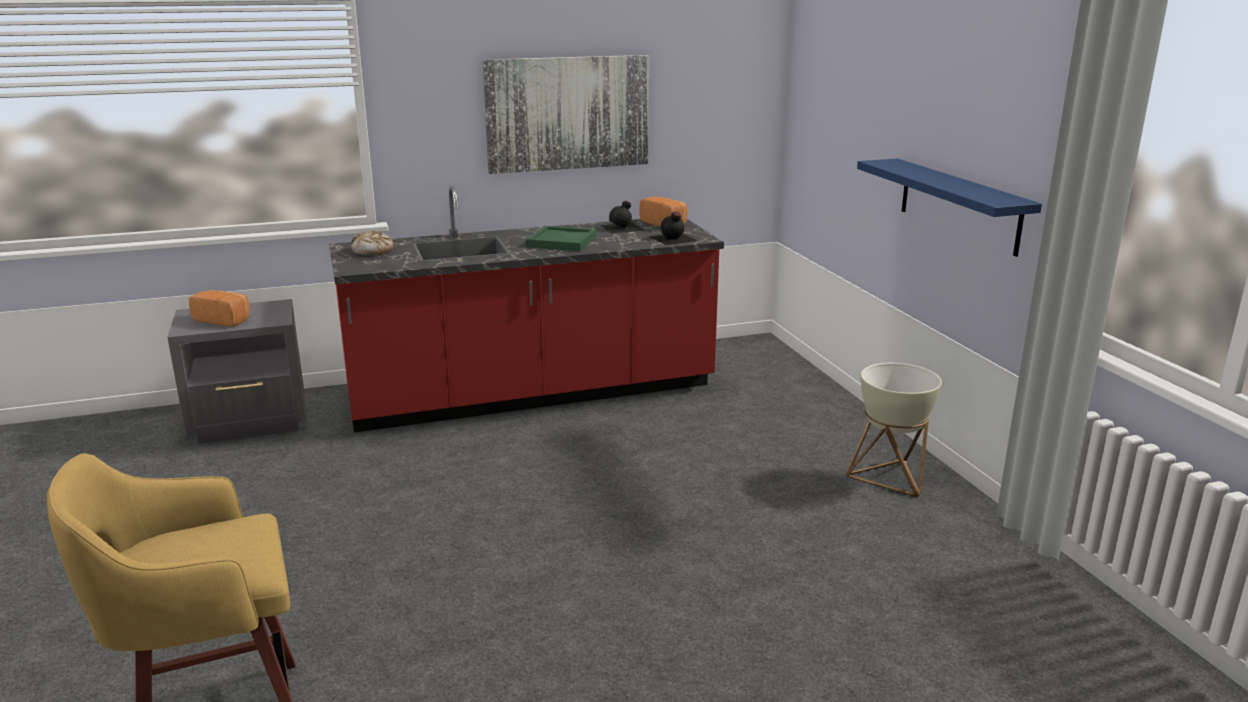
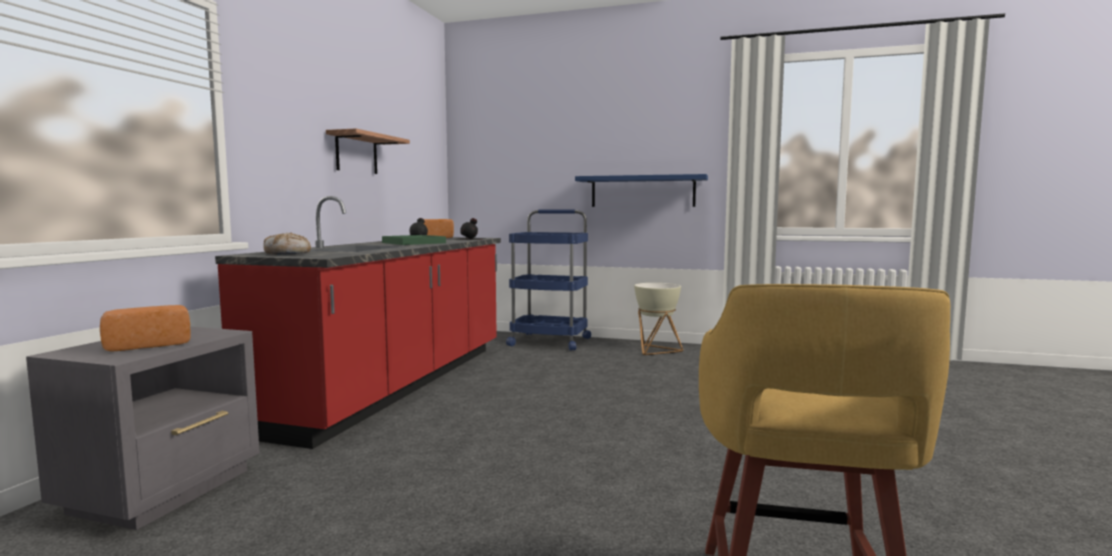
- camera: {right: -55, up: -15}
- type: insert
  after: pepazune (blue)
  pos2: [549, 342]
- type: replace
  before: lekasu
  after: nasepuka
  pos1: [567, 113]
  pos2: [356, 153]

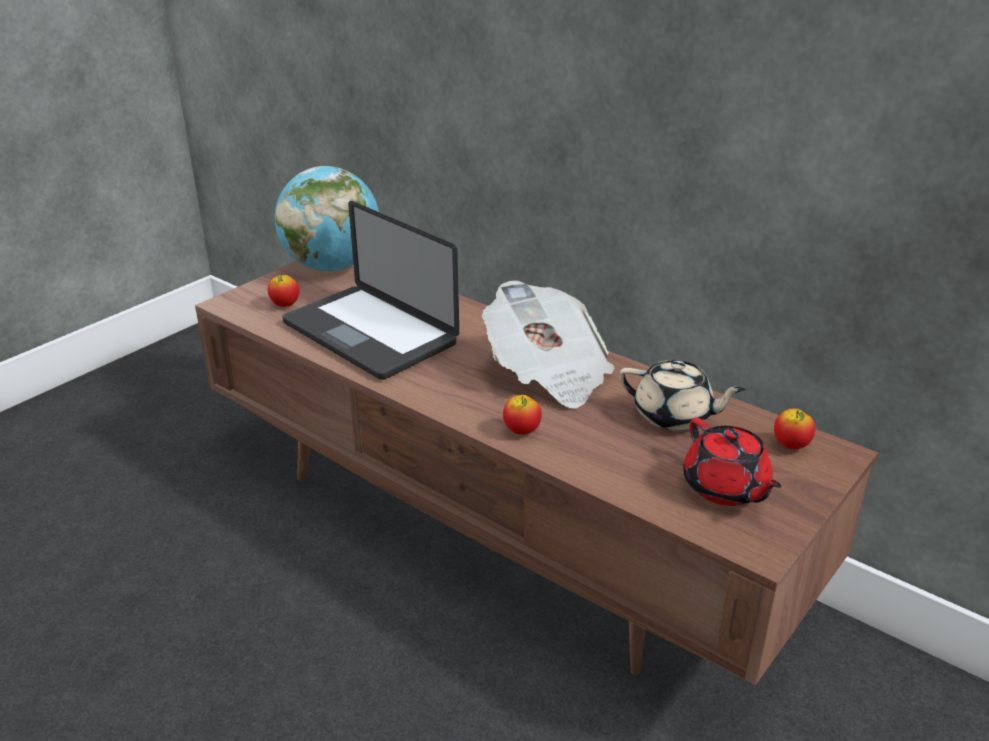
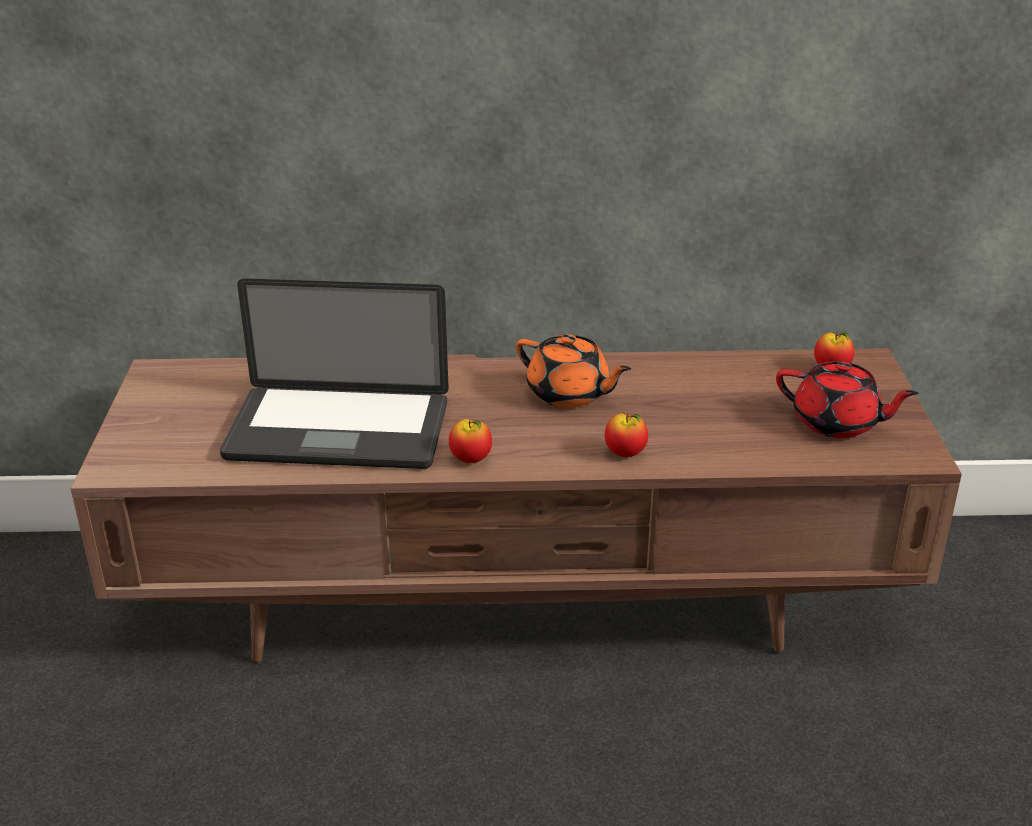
- camera: {right: -40, up: 0}
- type: delete
  before: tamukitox
  pos1: [332, 267]
- type: delete
  before: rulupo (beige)
  pos1: [674, 416]
- type: move
  before: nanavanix
  pos1: [285, 305]
  pos2: [471, 459]
- type: replace
  before: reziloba
  after: rulupo (orange)
  pos1: [548, 373]
  pos2: [569, 394]

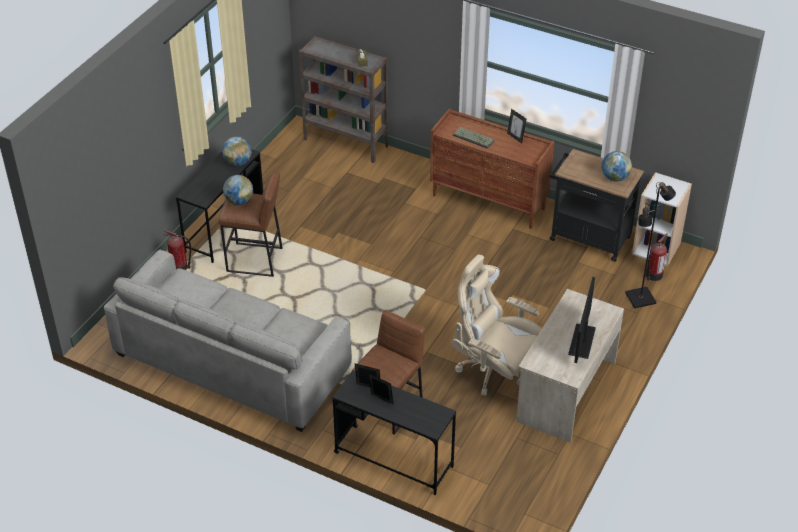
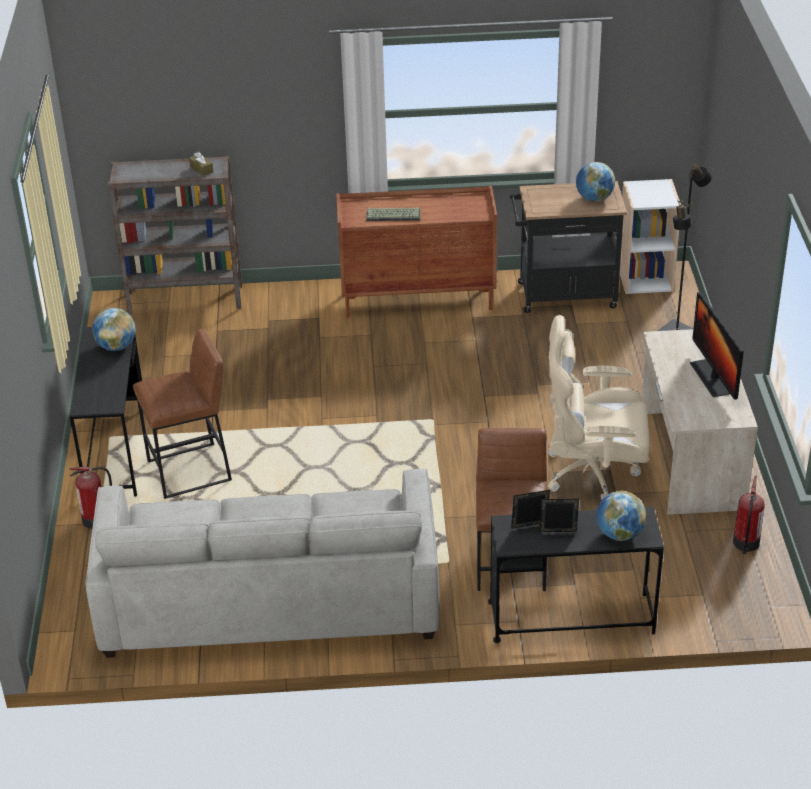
- camera: {right: -30, up: -5}
- type: delete
  before: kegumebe
  pos1: [515, 137]
- type: move
  before: tamukitox
  pos1: [239, 201]
  pos2: [619, 534]
- type: move
  before: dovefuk
  pos1: [653, 275]
  pos2: [746, 543]

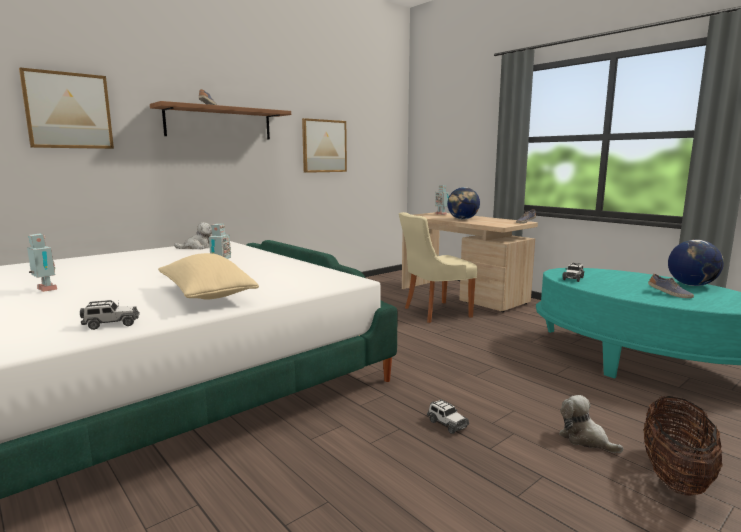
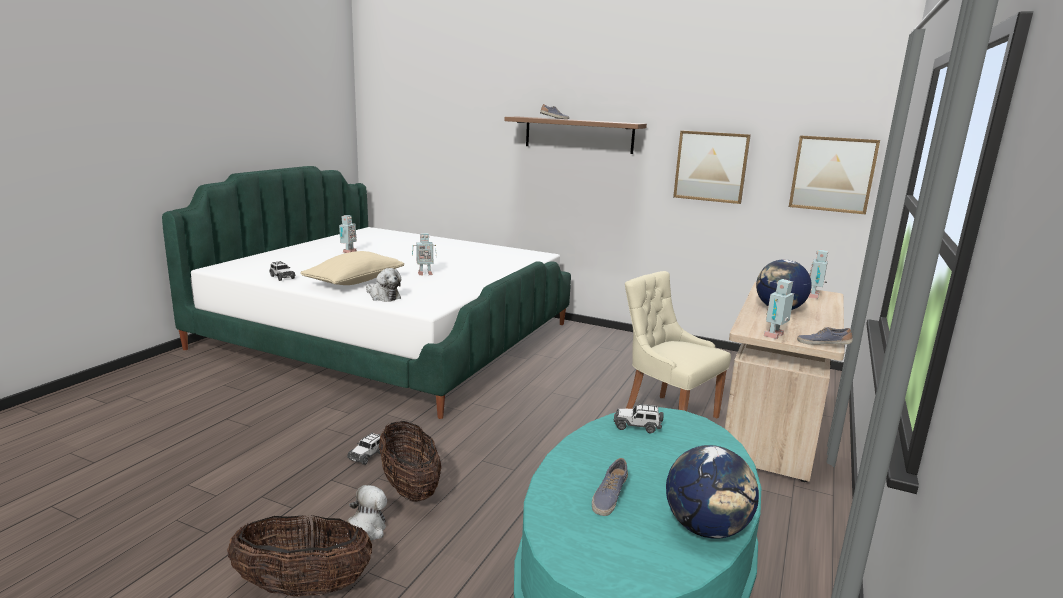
- camera: {right: 65, up: 5}
- type: insert
  after: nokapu
  pos2: [409, 488]
- type: insert
  after: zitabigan
  pos2: [775, 336]
- type: move
  before: lekasu
  pos1: [68, 111]
  pos2: [832, 174]
- type: move
  before: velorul
  pos1: [198, 247]
  pos2: [383, 297]

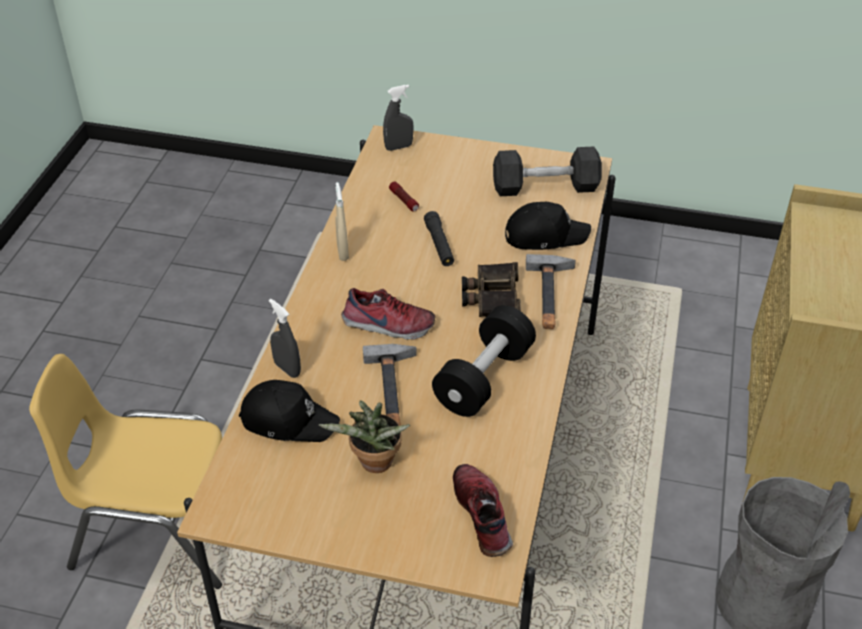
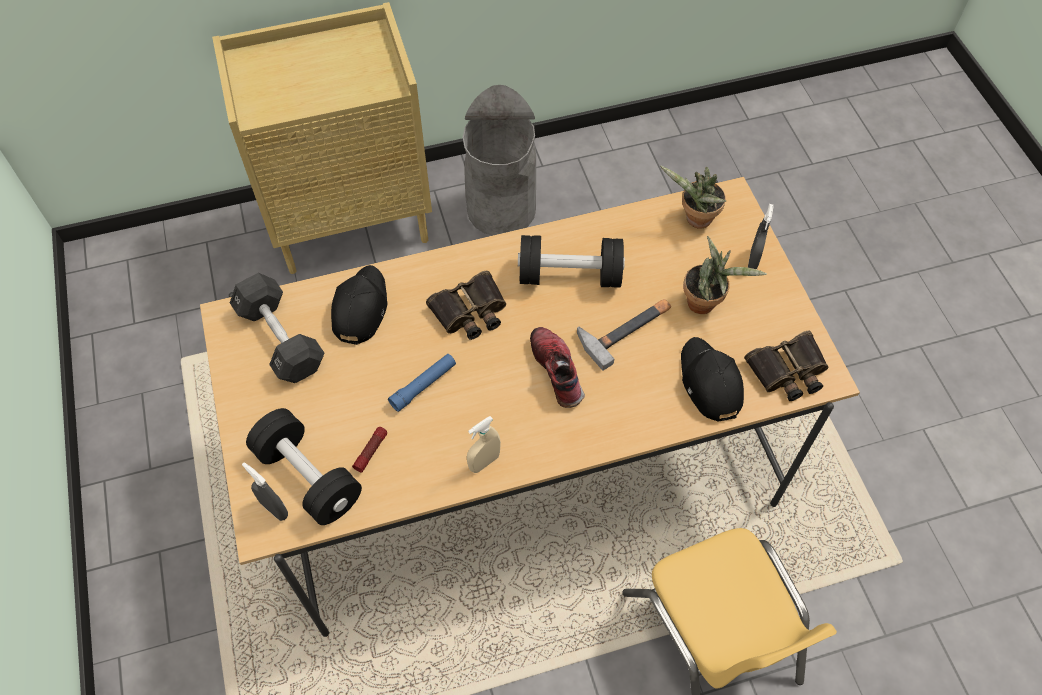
- camera: {right: -120, up: 15}
- type: delete
  before: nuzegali
  pos1: [550, 295]
- type: insert
  after: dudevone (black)
  pos2: [308, 477]
- type: insert
  after: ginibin
  pos2: [788, 372]
- type: move
  before: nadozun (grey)
  pos1: [287, 369]
  pos2: [753, 259]
- type: replace
  before: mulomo
  after: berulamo
  pos1: [483, 515]
  pos2: [695, 220]
- type: recolor
  before: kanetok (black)
  after: kanetok (blue)
  pos1: [439, 245]
  pos2: [423, 385]
- type: rotate
  before: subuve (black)
  pos1: [545, 235]
  pos2: [359, 308]
  turn: 45

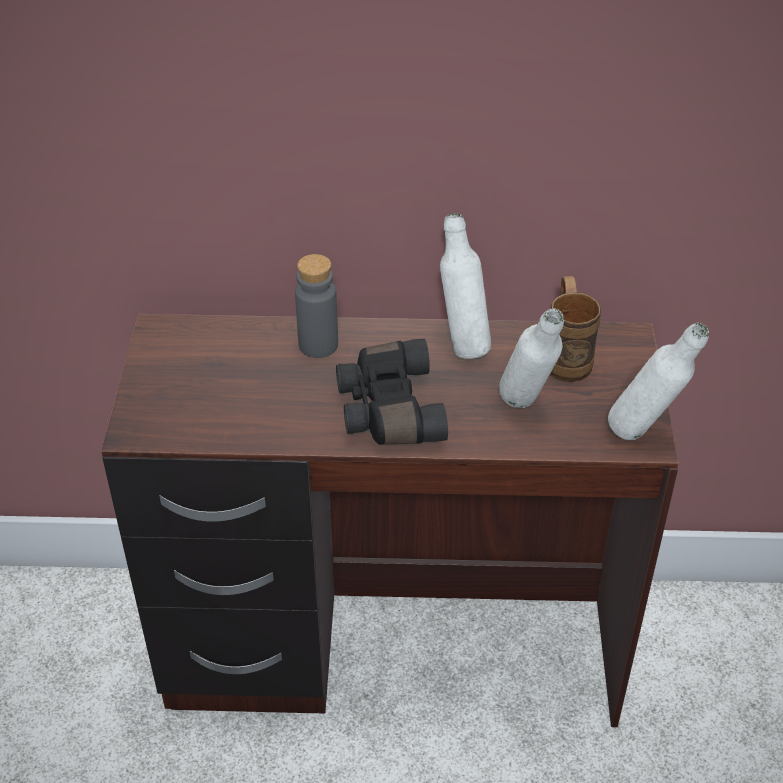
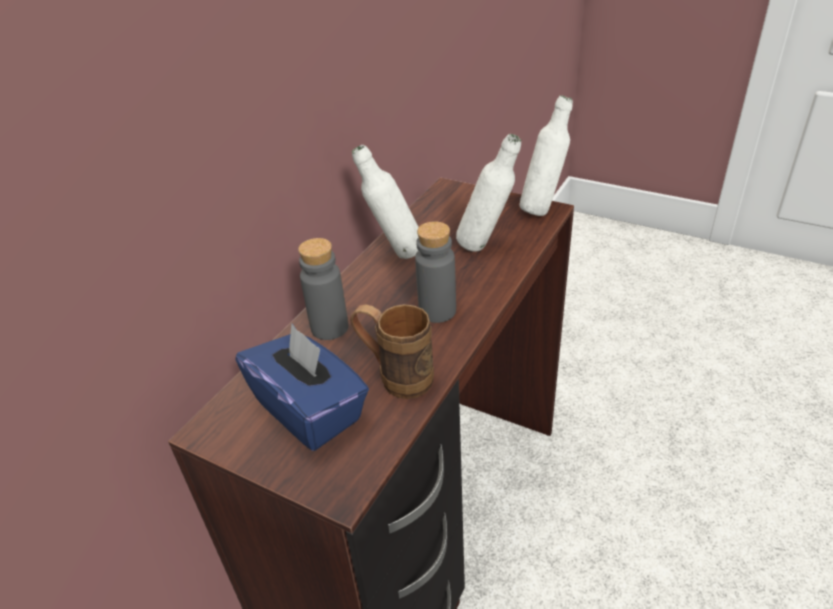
- camera: {right: -60, up: -5}
- type: insert
  after: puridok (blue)
  pos2: [310, 410]
- type: move
  before: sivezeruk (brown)
  pos1: [566, 357]
  pos2: [396, 377]
- type: replace
  before: ginibin (black)
  after: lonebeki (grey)
  pos1: [387, 409]
  pos2: [437, 311]

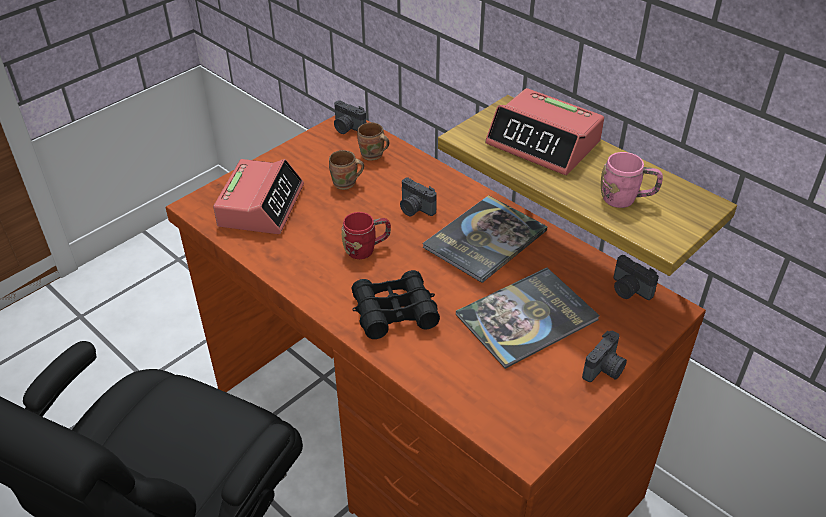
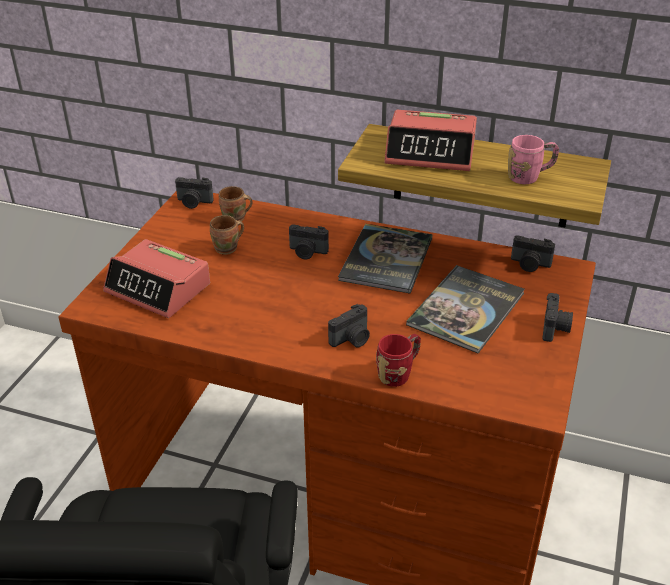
- camera: {right: -25, up: -5}
- type: move
  before: sivezeruk (red)
  pos1: [367, 249]
  pos2: [399, 373]
- type: replace
  before: ginibin (black)
  after: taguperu
  pos1: [394, 312]
  pos2: [352, 339]
- type: rotate
  before: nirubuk
  pos1: [261, 205]
  pos2: [159, 288]
  turn: 135

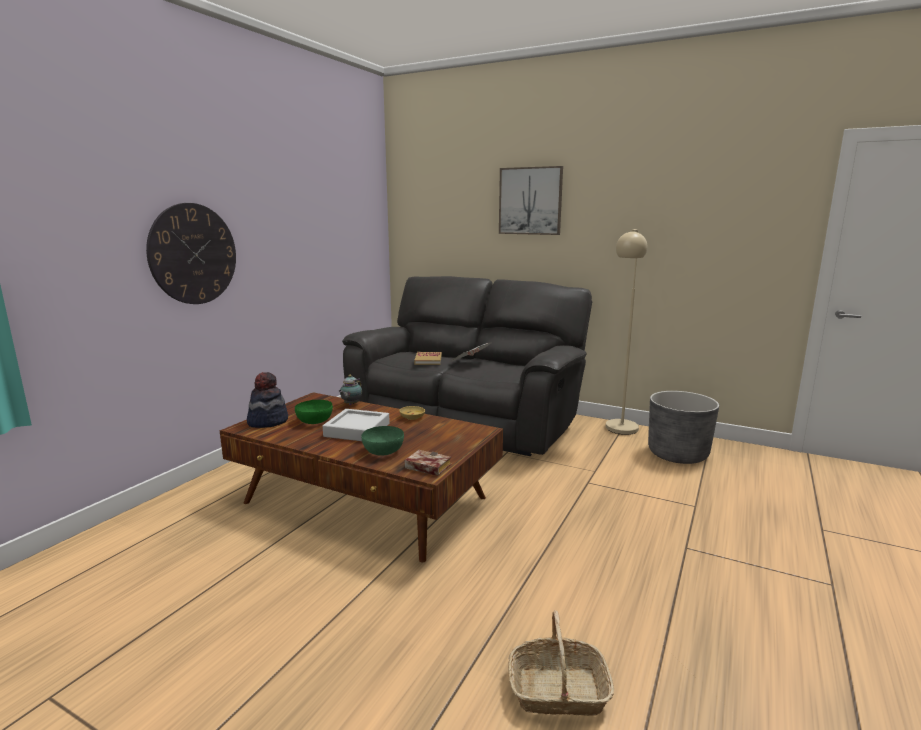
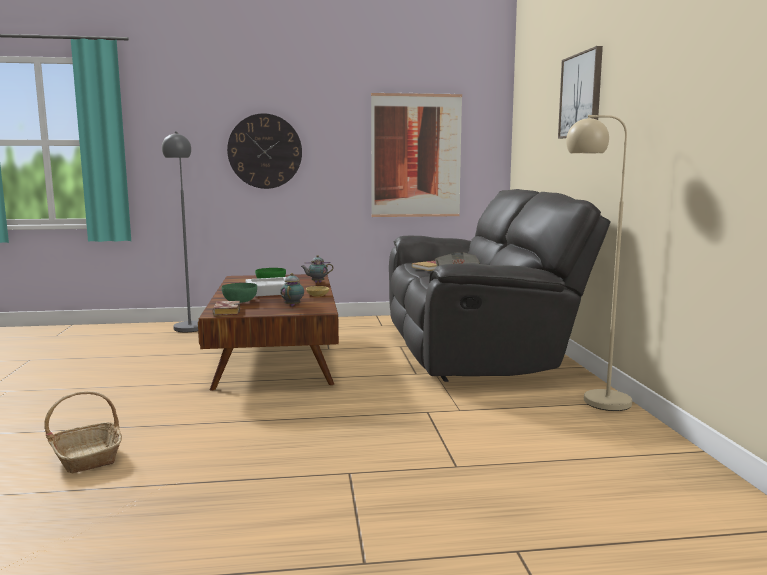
- camera: {right: 55, up: -5}
- type: delete
  before: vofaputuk
  pos1: [267, 421]
- type: delete
  before: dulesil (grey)
  pos1: [677, 454]
- type: insert
  after: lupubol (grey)
  pos2: [189, 331]
- type: insert
  after: rulupo
  pos2: [293, 305]
- type: insert
  after: lekasu
  pos2: [416, 155]

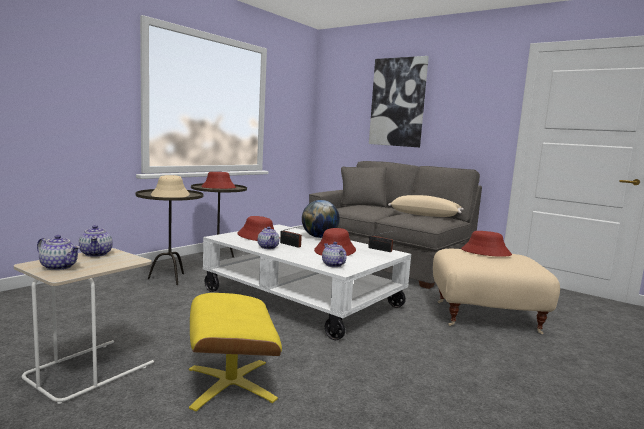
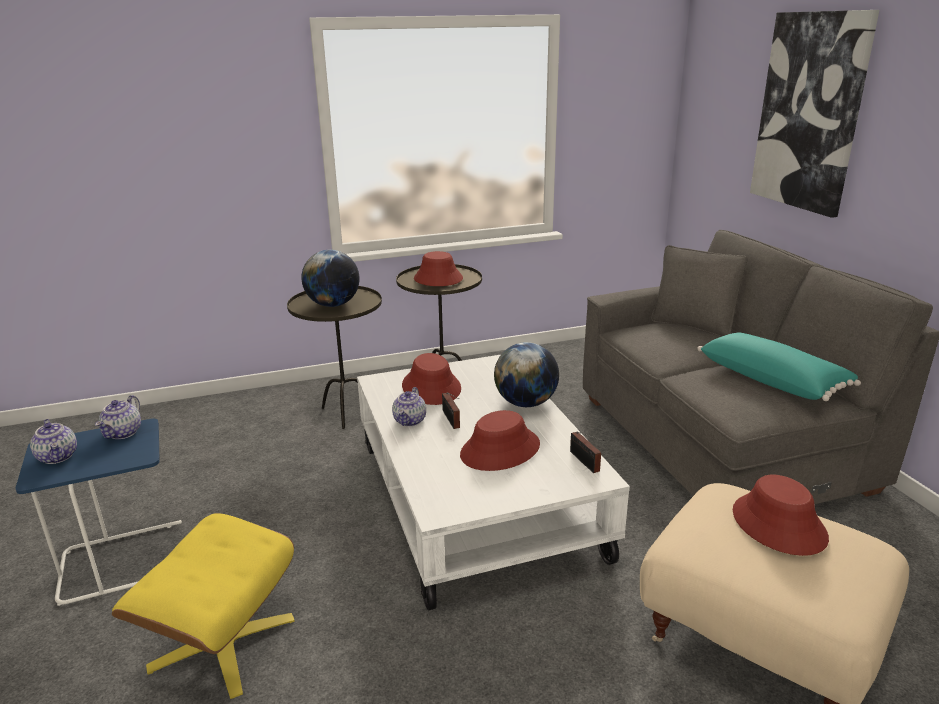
- camera: {right: 35, up: 15}
- type: delete
  before: rulupo
  pos1: [333, 265]
- type: replace
  before: vofaputuk (beige)
  after: tamukitox
  pos1: [170, 195]
  pos2: [333, 304]
- type: recolor
  before: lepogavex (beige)
  after: lepogavex (blue)
  pos1: [89, 369]
  pos2: [125, 561]
- type: recolor
  before: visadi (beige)
  after: visadi (turquoise)
  pos1: [425, 215]
  pos2: [772, 380]

